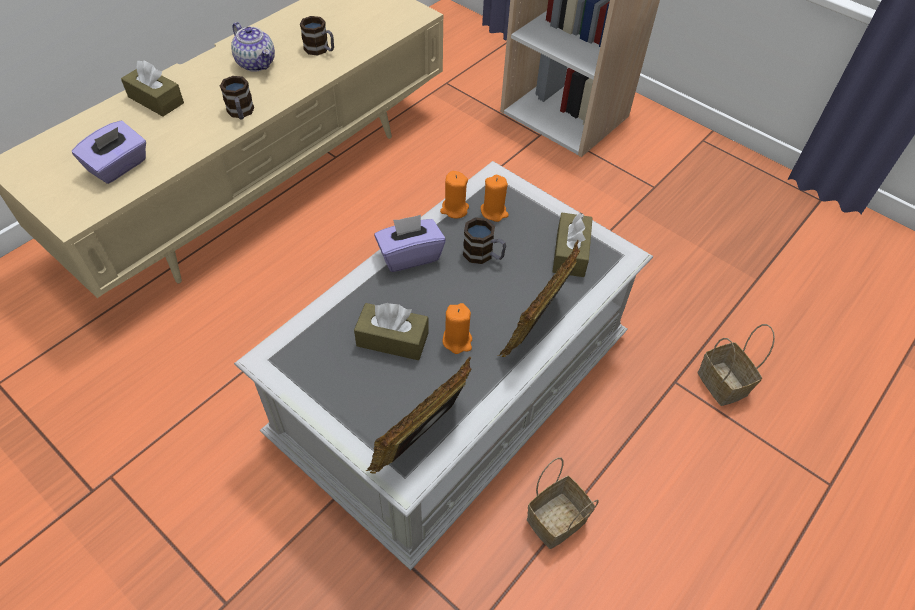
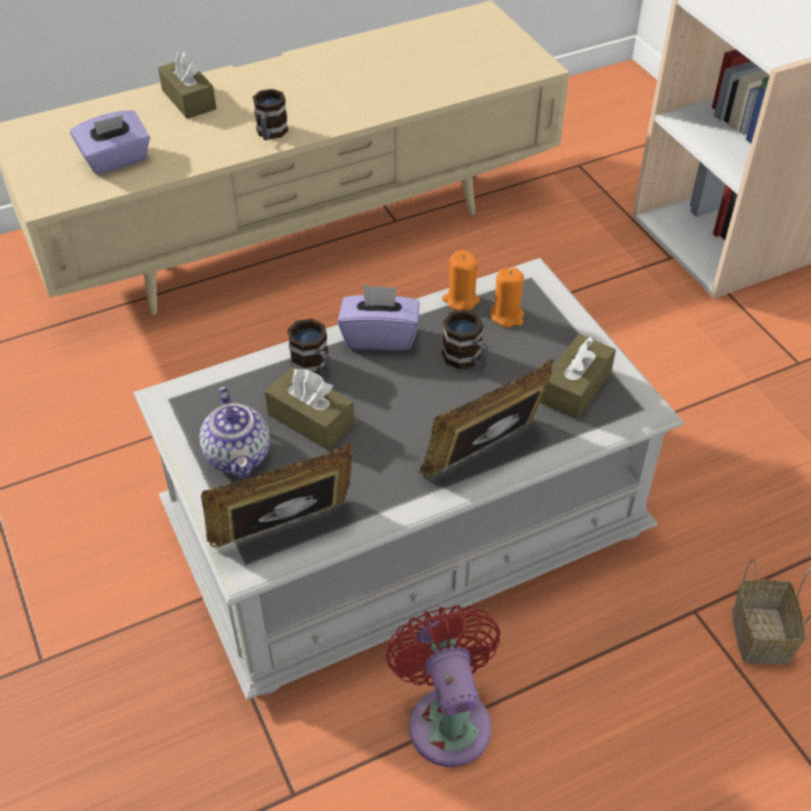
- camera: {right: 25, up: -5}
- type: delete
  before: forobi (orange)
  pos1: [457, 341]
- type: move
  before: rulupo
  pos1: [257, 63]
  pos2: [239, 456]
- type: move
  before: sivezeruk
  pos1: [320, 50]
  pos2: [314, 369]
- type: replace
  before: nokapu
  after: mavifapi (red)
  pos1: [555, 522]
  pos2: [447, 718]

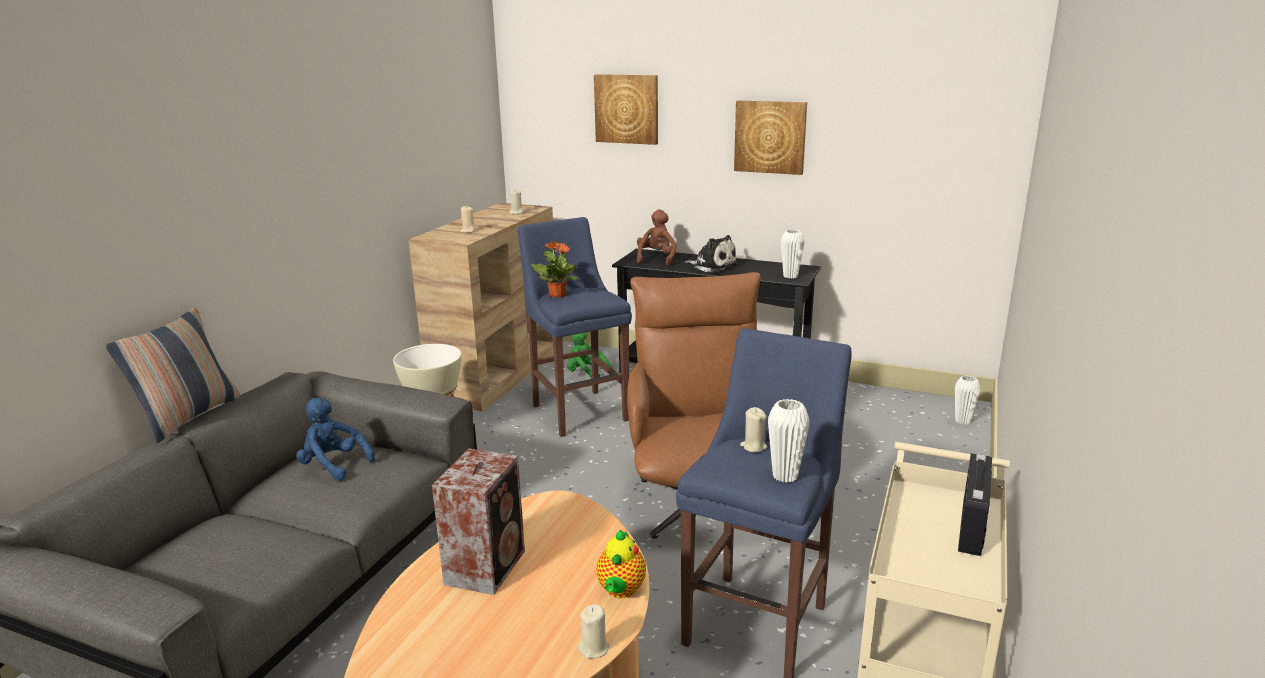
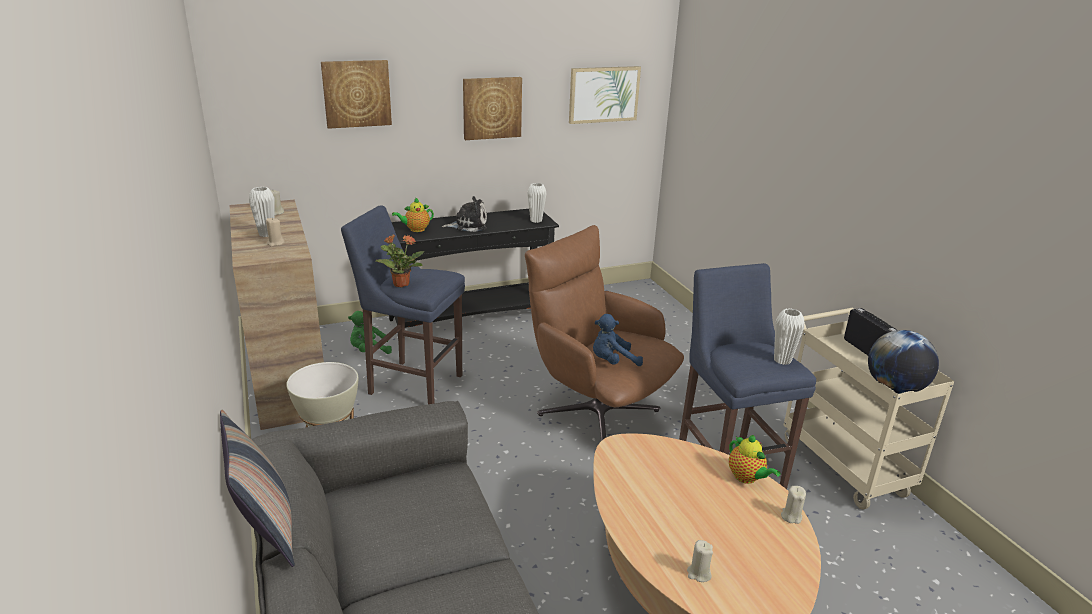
- camera: {right: -45, up: 5}
- type: delete
  before: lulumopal
  pos1: [487, 566]
- type: insert
  after: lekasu
  pos2: [603, 94]
- type: insert
  after: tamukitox
  pos2: [895, 389]
- type: move
  before: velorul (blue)
  pos1: [333, 465]
  pos2: [612, 362]
- type: move
  before: forobi (beige)
  pos1: [753, 446]
  pos2: [698, 573]
- type: move
  before: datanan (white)
  pos1: [962, 421]
  pos2: [266, 234]
- type: replace
  before: velorul (brown)
  after: rulupo
  pos1: [656, 259]
  pos2: [415, 229]

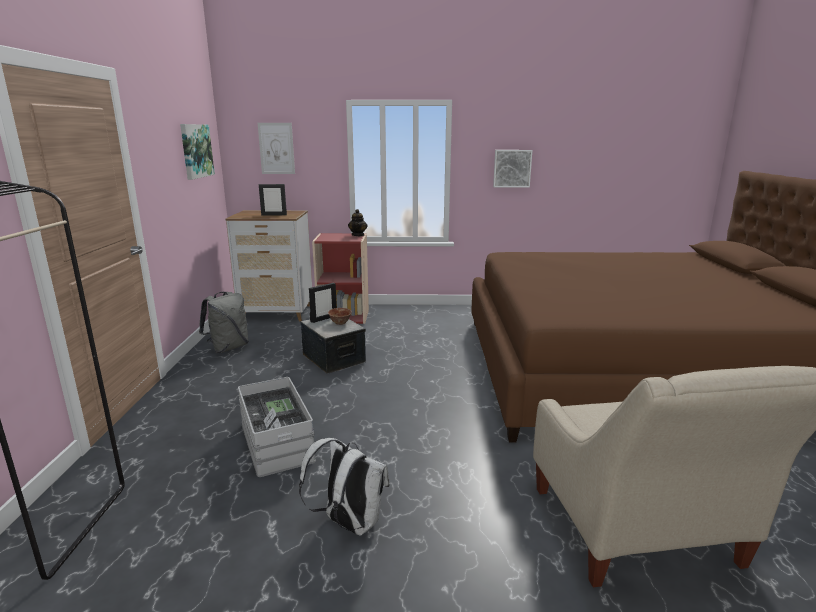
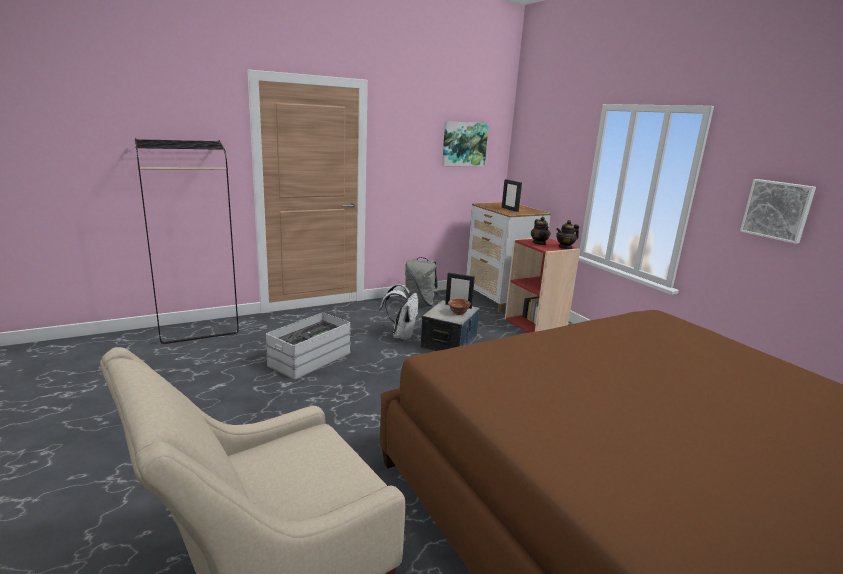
- camera: {right: 60, up: 0}
- type: delete
  before: lekasu
  pos1: [276, 148]
- type: insert
  after: rulupo
  pos2: [539, 243]
- type: move
  before: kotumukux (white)
  pos1: [349, 523]
  pos2: [401, 336]

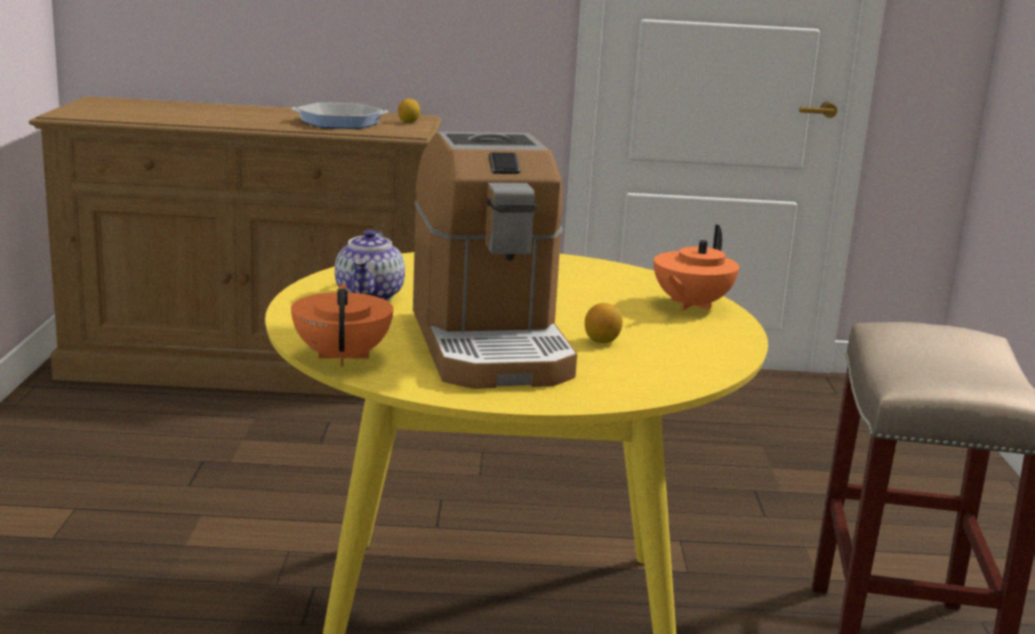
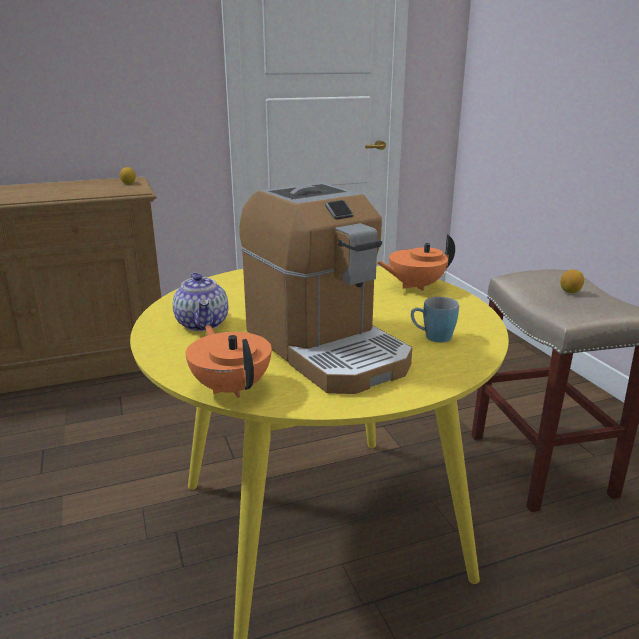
- camera: {right: -20, up: 5}
- type: delete
  before: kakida
  pos1: [339, 122]
- type: insert
  after: sivezeruk (blue)
  pos2: [432, 337]
- type: move
  before: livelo
  pos1: [602, 341]
  pos2: [570, 291]
- type: rotate
  before: rulupo (orange)
  pos1: [690, 305]
  pos2: [415, 286]
  turn: 60

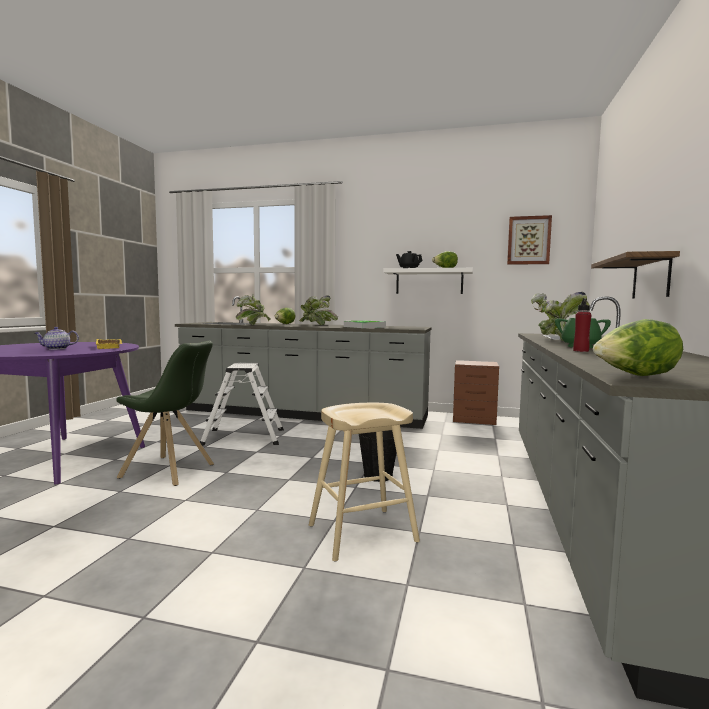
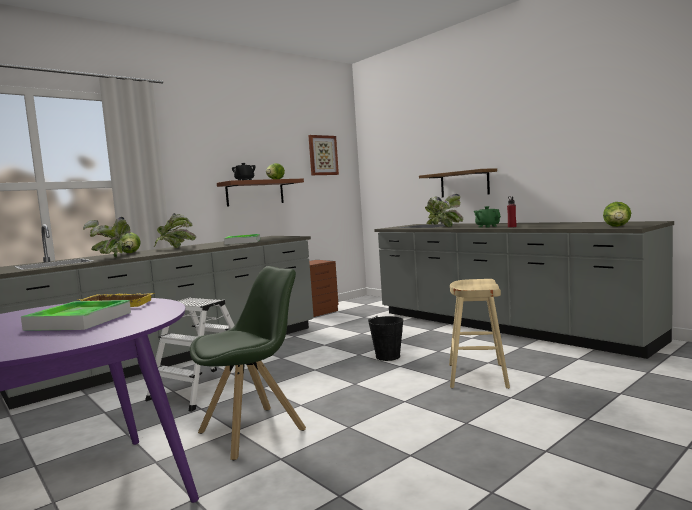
- camera: {right: -55, up: 0}
- type: replace
  before: rulupo
  after: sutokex
  pos1: [57, 349]
  pos2: [79, 321]
- type: recolor
  before: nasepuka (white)
  after: nasepuka (brown)
  pos1: [429, 282]
  pos2: [255, 193]

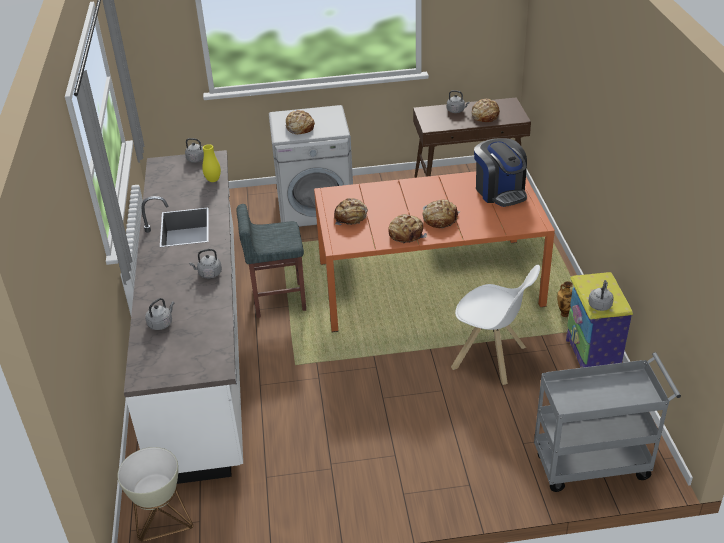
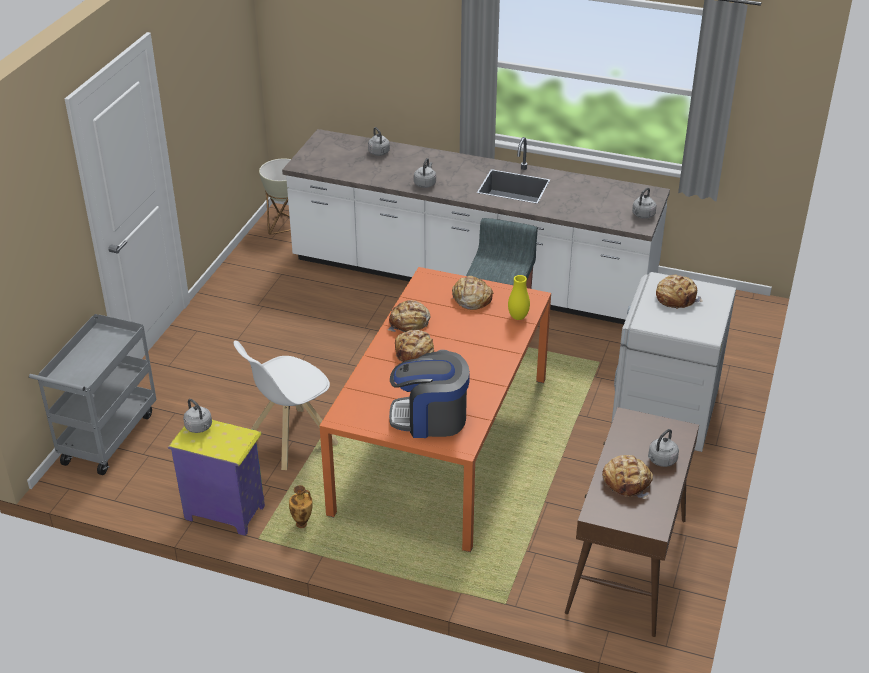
- camera: {right: 115, up: 0}
- type: move
  before: datanan (yellow)
  pos1: [213, 180]
  pos2: [518, 317]

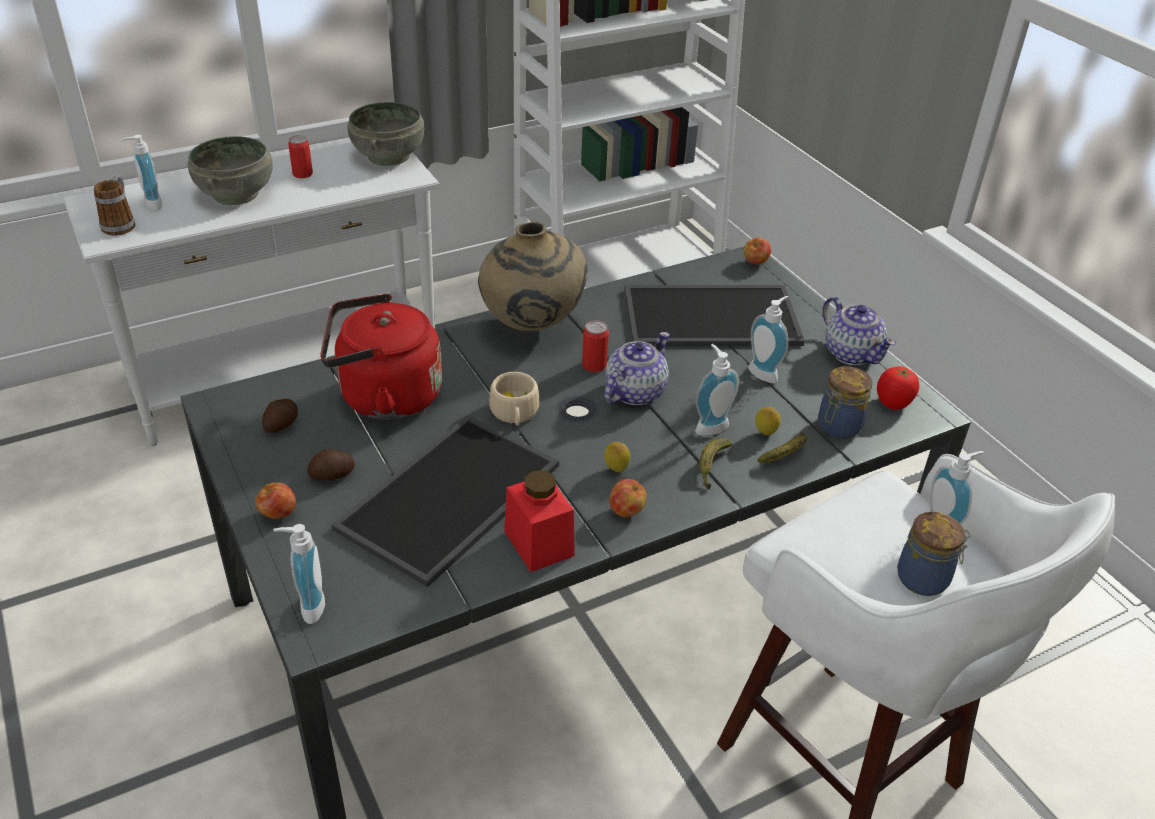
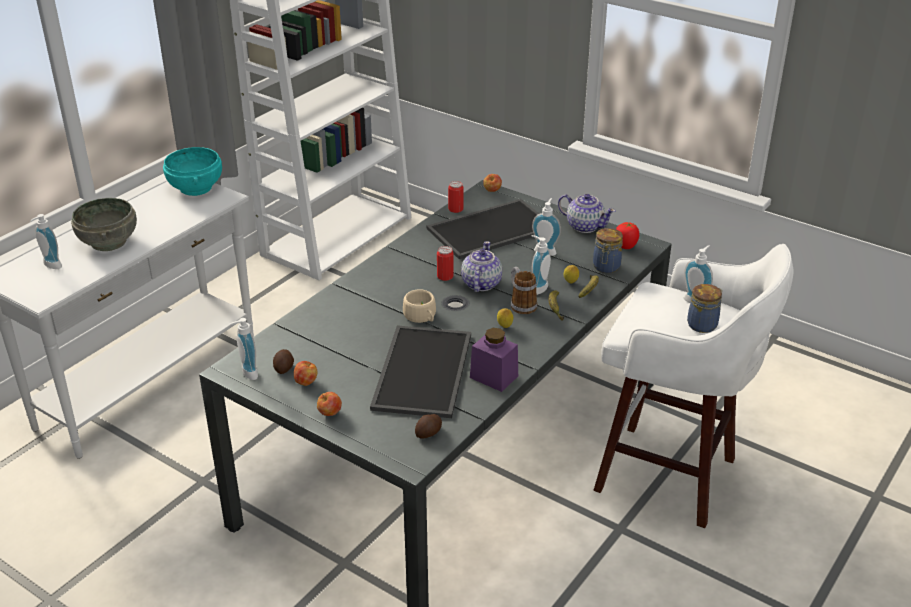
- camera: {right: -25, up: -5}
- type: delete
  before: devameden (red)
  pos1: [384, 397]
- type: delete
  before: datanan (beige)
  pos1: [531, 327]
- type: move
  before: sivezeruk
  pos1: [120, 224]
  pos2: [521, 304]
- type: move
  before: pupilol
  pos1: [307, 606]
  pos2: [247, 374]
- type: move
  before: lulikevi
  pos1: [302, 174]
  pos2: [455, 209]
- type: move
  before: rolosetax
  pos1: [332, 475]
  pos2: [429, 433]
- type: move
  before: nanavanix
  pos1: [626, 511]
  pos2: [306, 382]
- type: recolor
  before: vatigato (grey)
  after: vatigato (turquoise)
  pos1: [389, 156]
  pos2: [196, 188]
- type: recolor
  before: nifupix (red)
  after: nifupix (purple)
  pos1: [539, 543]
  pos2: [494, 377]

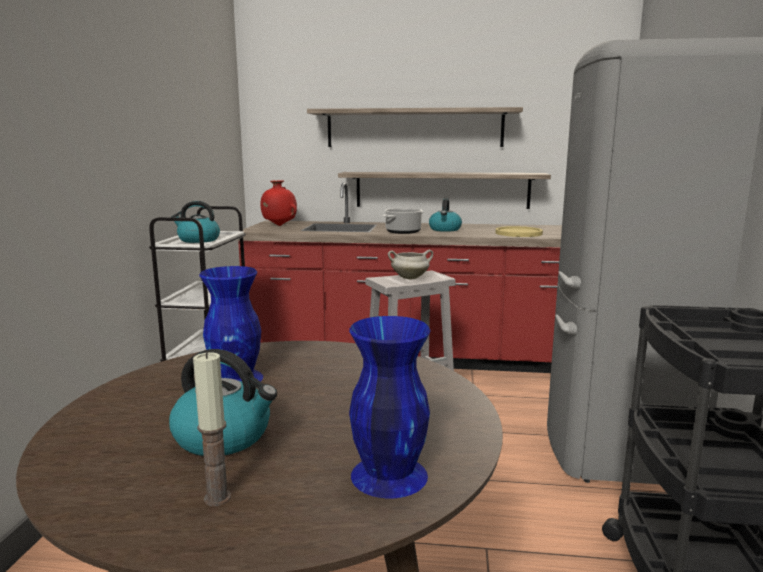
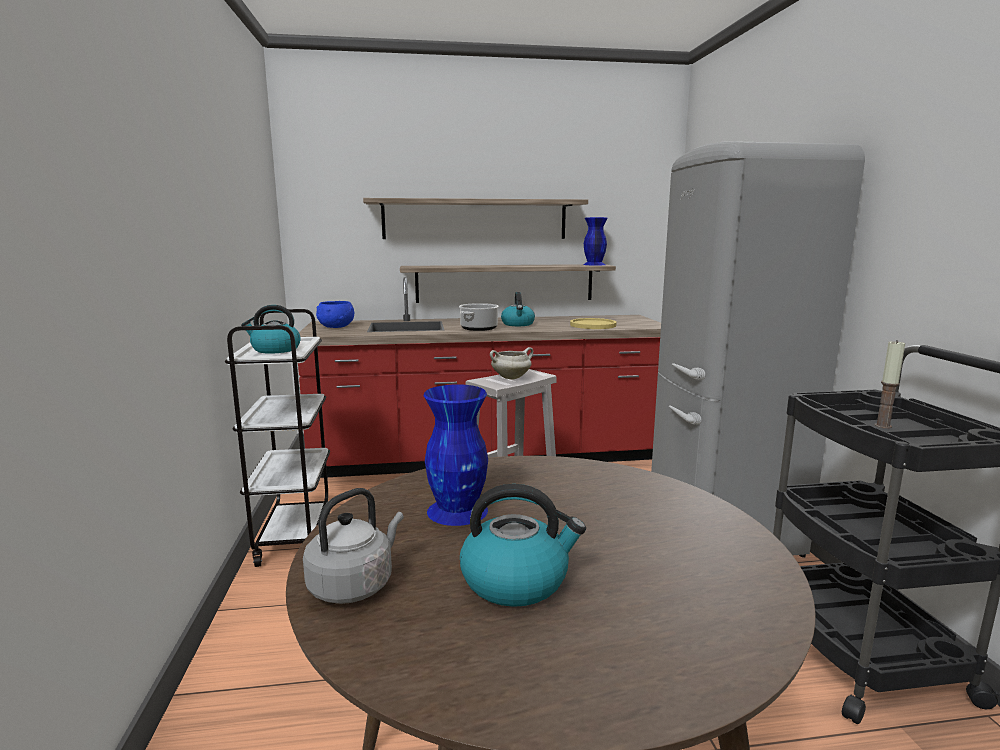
- camera: {right: -15, up: 0}
- type: insert
  after: devameden (grey)
  pos2: [354, 585]
- type: move
  before: forobi
  pos1: [217, 498]
  pos2: [882, 426]
- type: move
  before: datanan (blue)
  pos1: [387, 475]
  pos2: [593, 264]
- type: replace
  before: datanan (red)
  after: vatigato (blue)
  pos1: [279, 225]
  pos2: [335, 327]

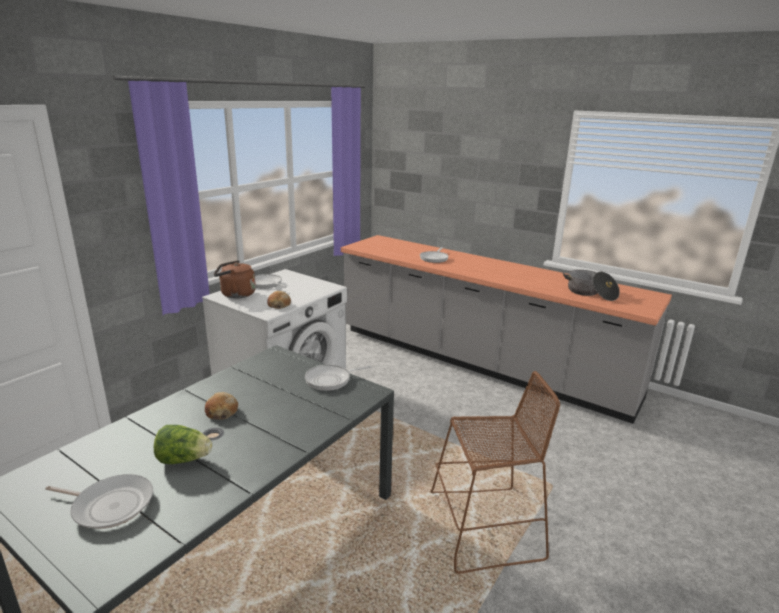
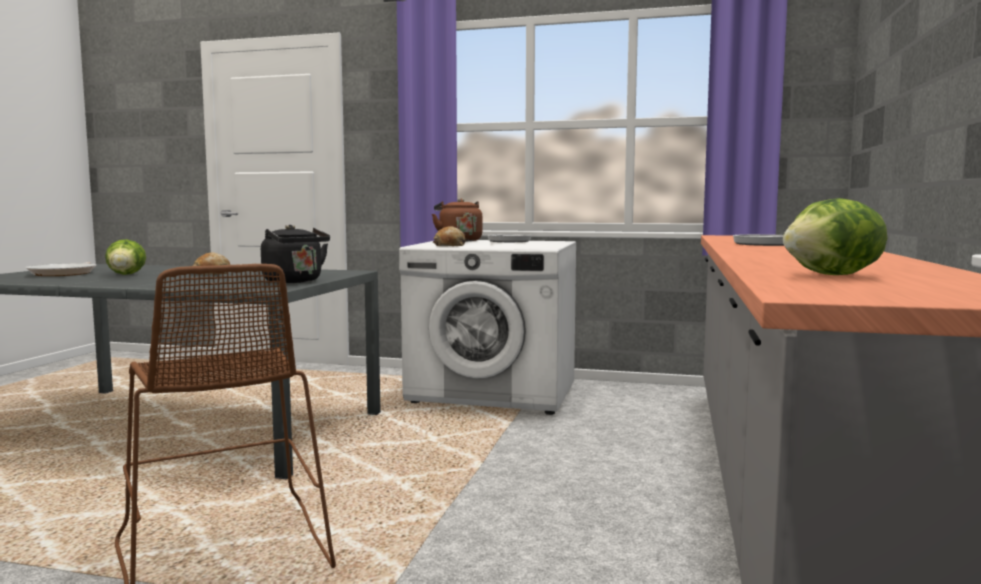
- camera: {right: 70, up: -15}
- type: replace
  before: kakida
  after: devameden (black)
  pos1: [331, 380]
  pos2: [295, 282]
- type: replace
  before: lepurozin
  after: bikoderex
  pos1: [590, 293]
  pos2: [833, 275]

